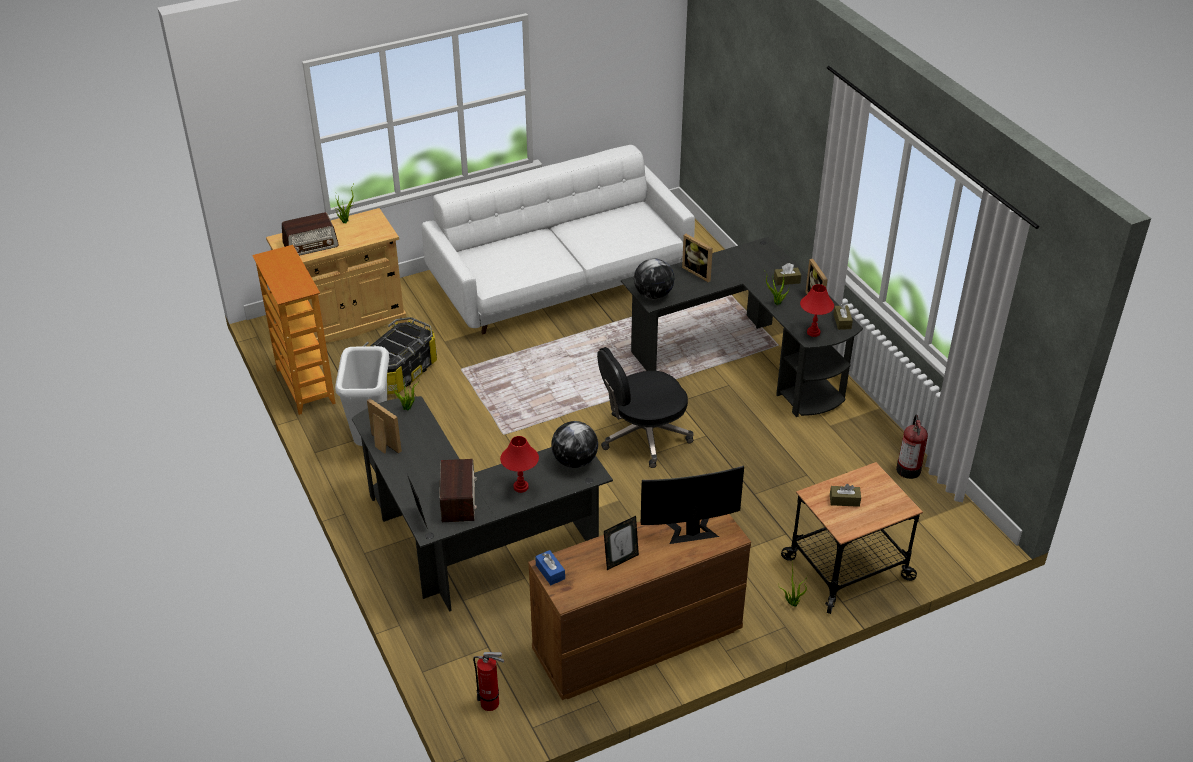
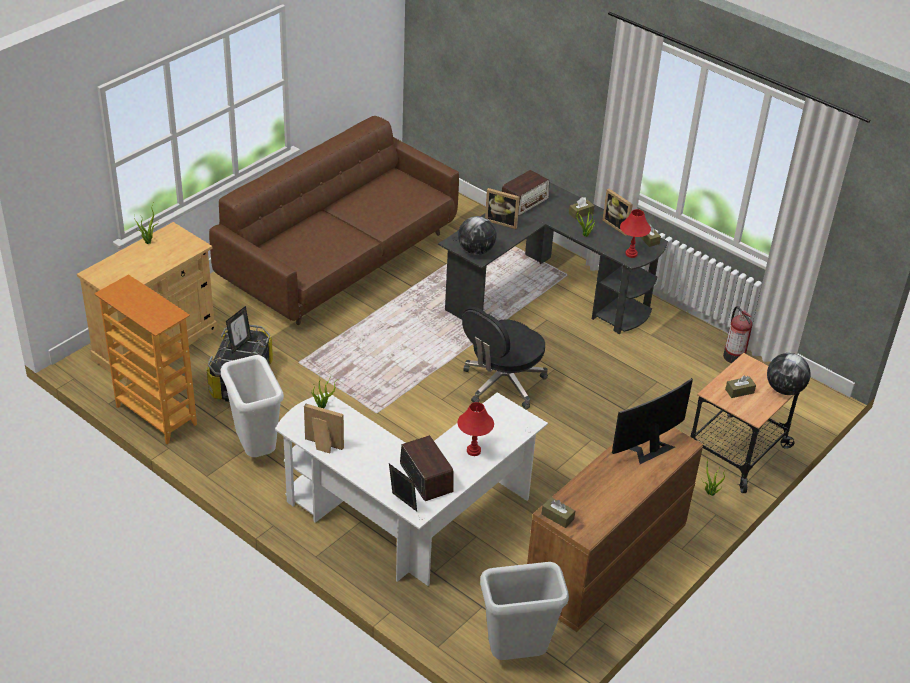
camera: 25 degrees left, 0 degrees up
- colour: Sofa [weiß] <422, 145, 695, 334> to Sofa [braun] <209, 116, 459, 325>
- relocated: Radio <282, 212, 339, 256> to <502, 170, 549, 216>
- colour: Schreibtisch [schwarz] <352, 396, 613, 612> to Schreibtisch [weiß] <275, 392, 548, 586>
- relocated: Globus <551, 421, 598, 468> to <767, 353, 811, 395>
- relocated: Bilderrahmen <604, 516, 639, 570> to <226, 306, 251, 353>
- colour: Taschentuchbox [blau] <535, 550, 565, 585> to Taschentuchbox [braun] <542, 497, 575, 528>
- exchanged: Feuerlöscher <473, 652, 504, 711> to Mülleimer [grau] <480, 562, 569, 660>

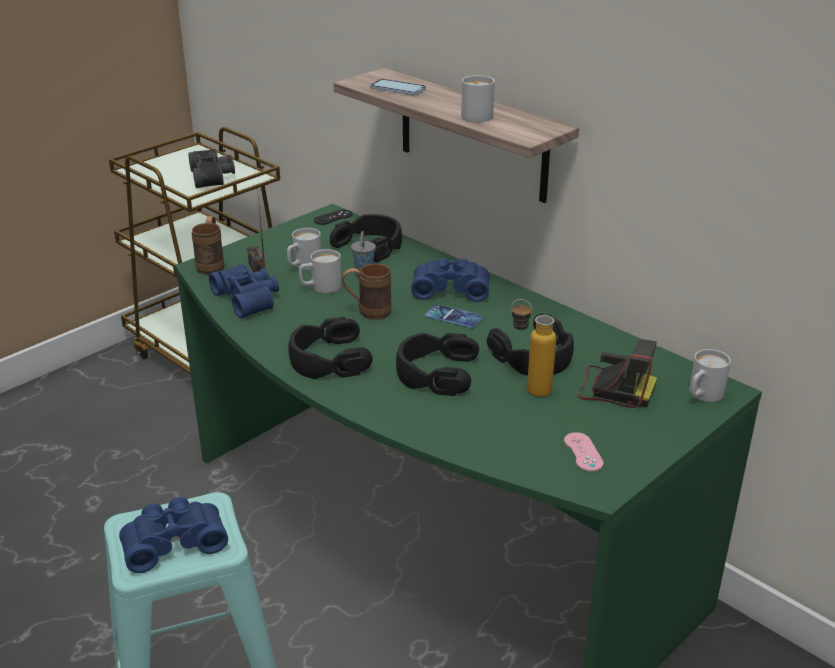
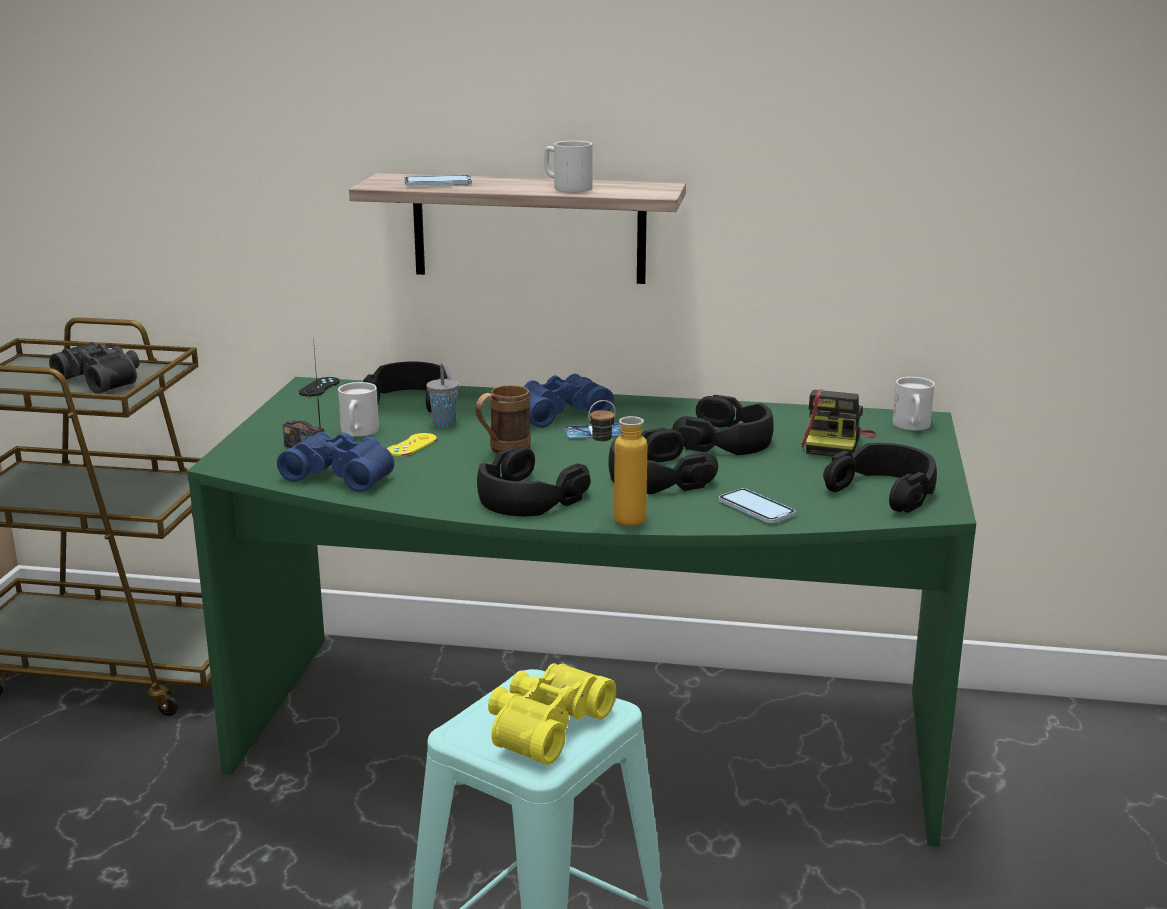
camera: 35 degrees left, 10 degrees down
- missing: Henkelbecher [braun] <192, 216, 224, 275>
- exchanged: Henkelbecher [weiß] <299, 249, 342, 293> to Gamepad [gelb] <387, 433, 437, 456>
- relocated: Flasche <511, 299, 556, 397> to <588, 400, 647, 526>
- spun: Kamera <577, 339, 657, 408> = <801, 389, 877, 456> 120 degrees clockwise
- exchanged: Gamepad [rosa] <564, 432, 604, 472> to Kopfhörer [schwarz] <823, 443, 937, 513>
- colour: Fernglas [blau] <119, 497, 228, 573> to Fernglas [gelb] <488, 663, 616, 765>
- appeared: Handy <719, 488, 796, 523>

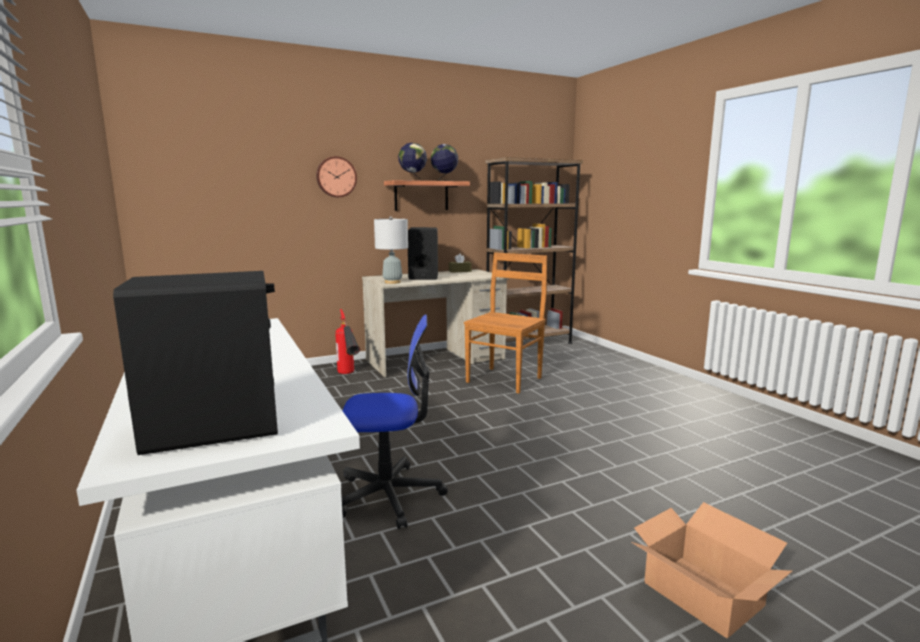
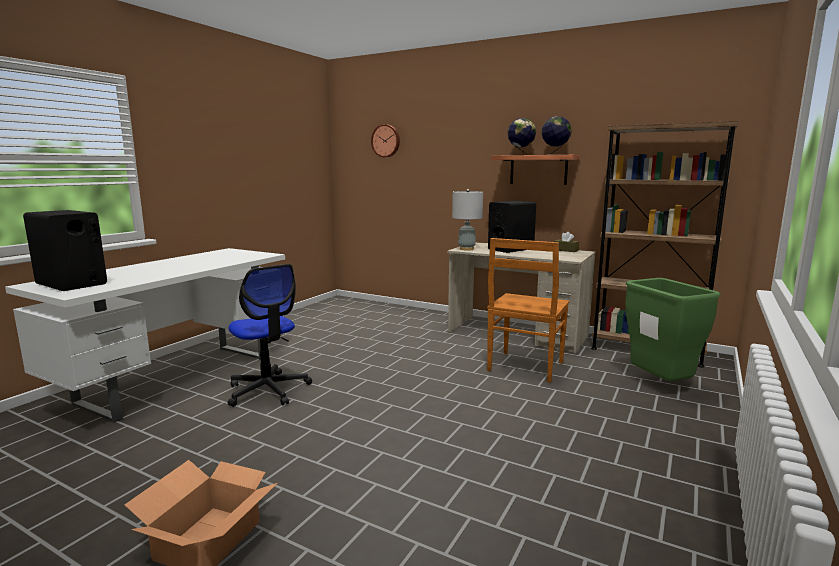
camera: 55 degrees right, 0 degrees up
- relocated: Wanduhr <316, 156, 357, 197> to <371, 124, 400, 157>
- spun: Stuhl [braun] <464, 252, 547, 393> = <487, 238, 569, 383> 120 degrees clockwise
- missing: Feuerlöscher <335, 309, 360, 374>
- appeared: Mülleimer [grün] <625, 278, 721, 381>

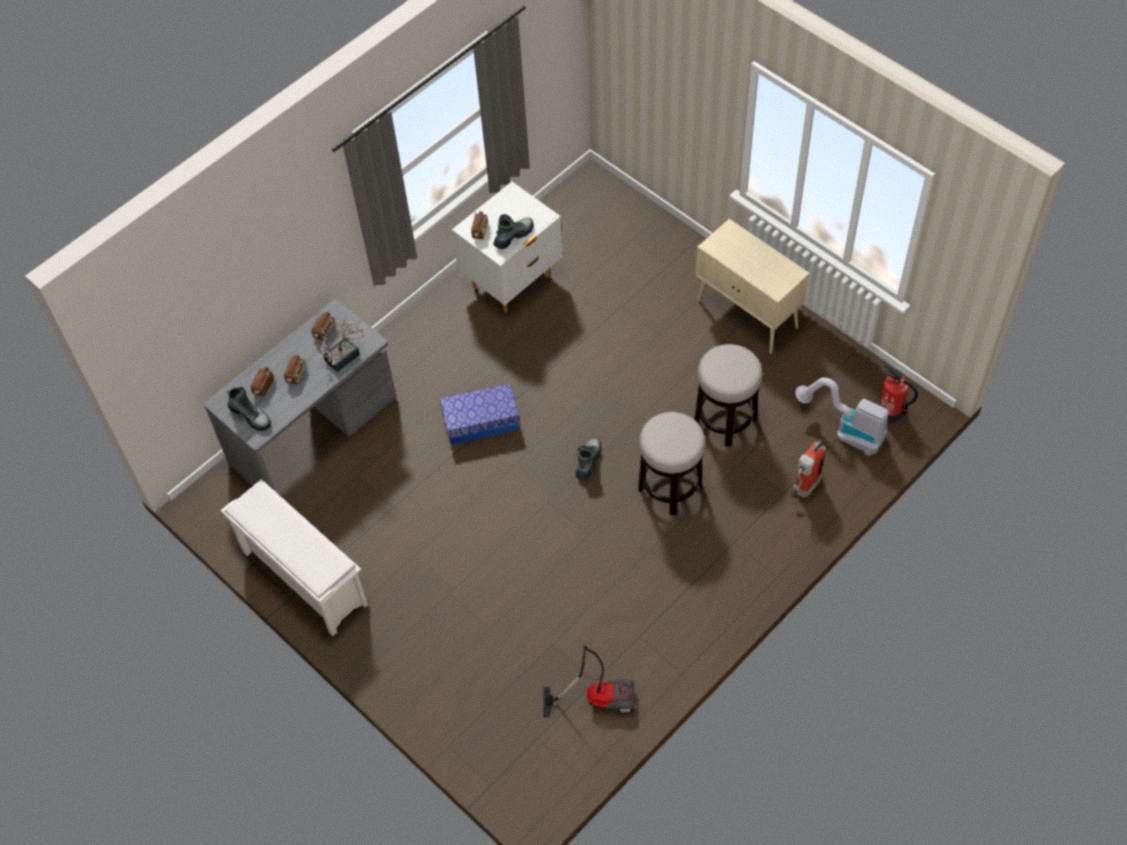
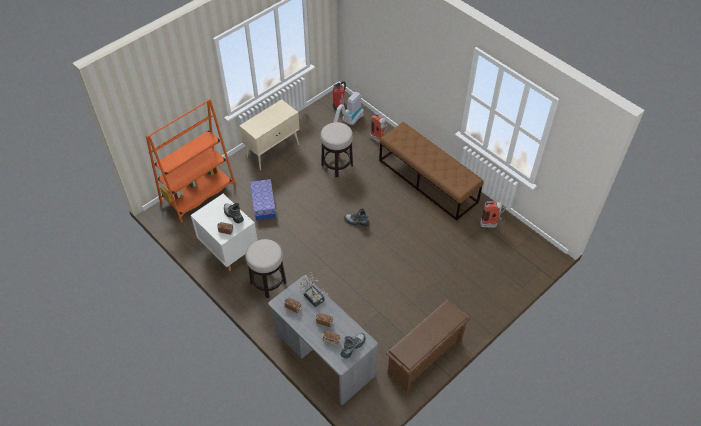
camera: 90 degrees left, 5 degrees down
- relocated: Aufbewahrungsbox <440, 384, 520, 445> to <250, 179, 276, 220>
- relocated: Hocker <638, 412, 705, 515> to <245, 239, 286, 298>
- colour: Schuhregal [weiß] <221, 479, 368, 636> to Schuhregal [braun] <386, 300, 470, 392>
- exchanged: Staubsauger <543, 645, 635, 717> to Feuerlöscher <480, 201, 506, 228>
- appeared: Bücherregal [orange] <146, 99, 236, 222>
- appeared: Bank [braun] <379, 122, 484, 221>

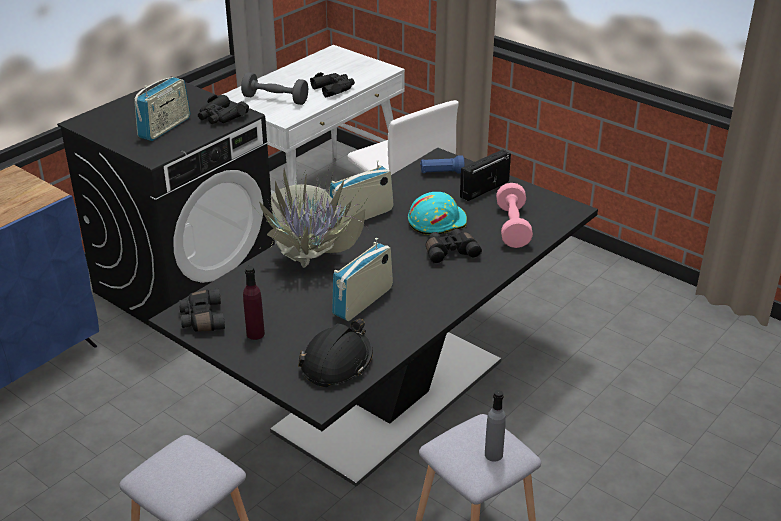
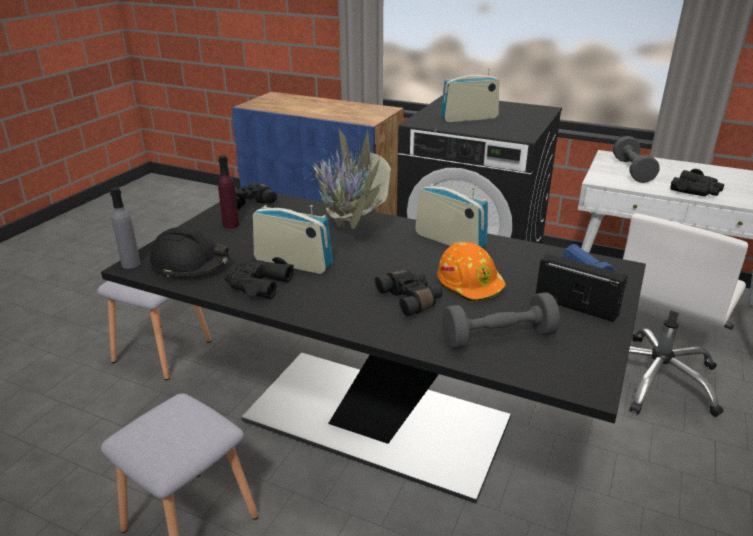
camera: 75 degrees right, 5 degrees down
- spun: Radio <134, 77, 190, 141> = <440, 68, 499, 122> 150 degrees clockwise
- relocated: Fernglas [schwarz] <197, 94, 249, 124> to <225, 257, 294, 299>
- colour: Hantel [rosa] <496, 183, 533, 248> to Hantel [grau] <442, 292, 560, 349>
- colour: Schutzhelm [türkis] <408, 192, 467, 235> to Schutzhelm [orange] <437, 242, 506, 303>
- relocated: Flasche [grau] <485, 390, 506, 462> to <110, 187, 140, 269>

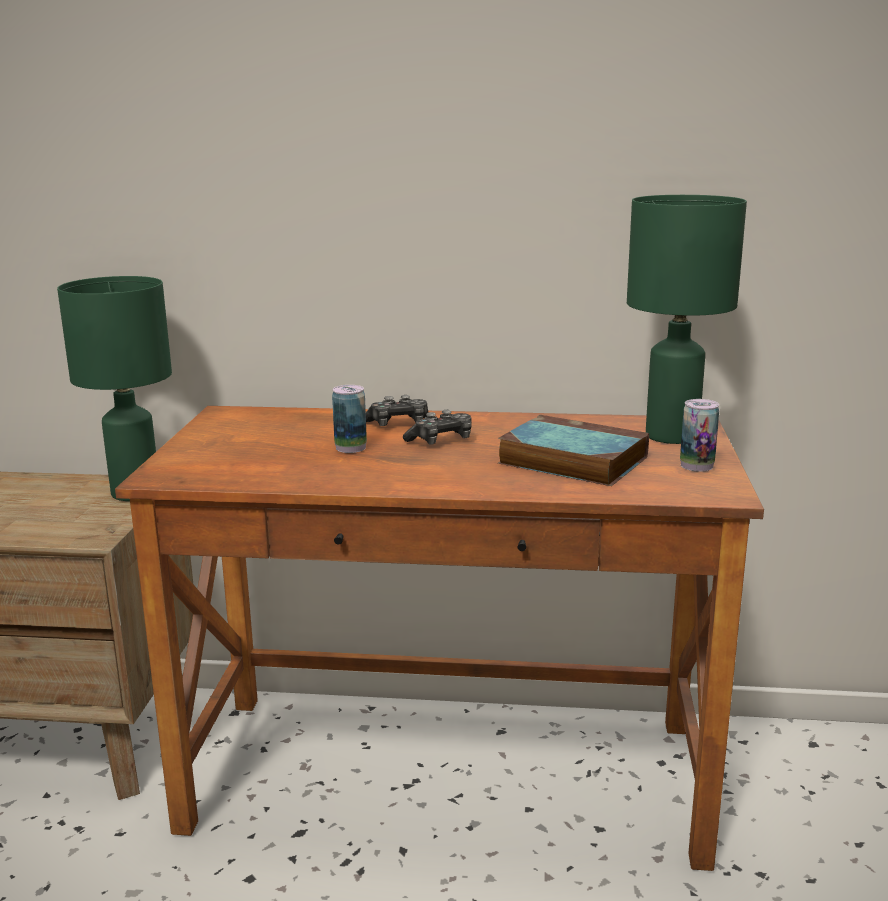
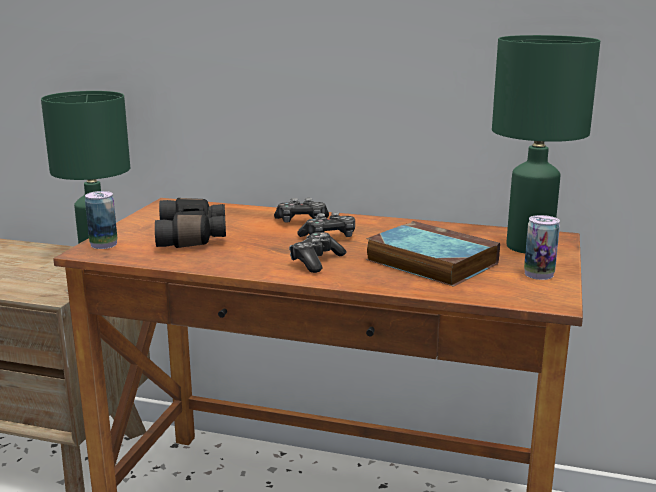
camera: 10 degrees right, 0 degrees up
- relocated: Dose <332, 385, 367, 453> to <85, 191, 117, 249>
- appeared: Fernglas [schwarz] <155, 198, 226, 248>
- appeared: Gamepad <289, 232, 346, 273>

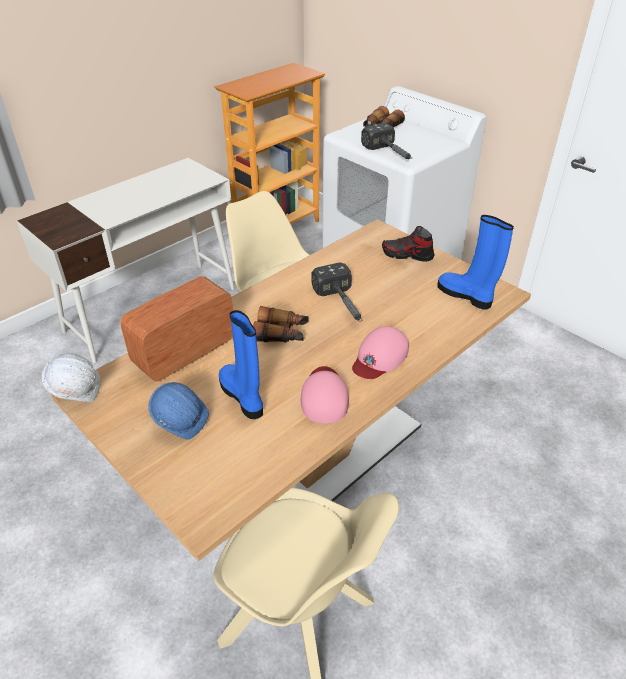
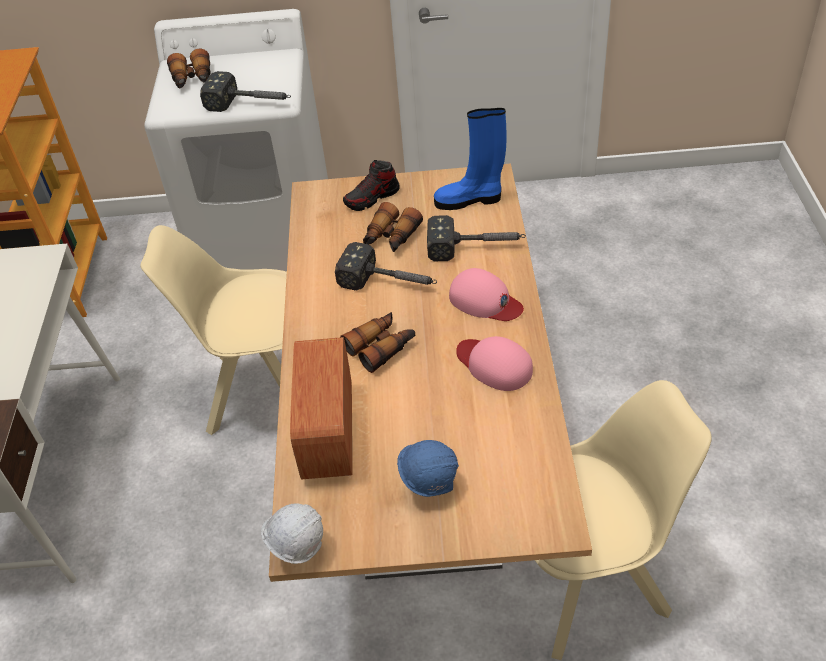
camera: 45 degrees left, 5 degrees up
- missing: Stiefel [blau] <219, 310, 263, 419>
- spun: Kappe [rosa] <352, 326, 409, 379> = <449, 268, 524, 321> 45 degrees counterclockwise
- appeared: Fernglas <363, 202, 423, 252>
- appeared: Hammer <427, 215, 526, 261>

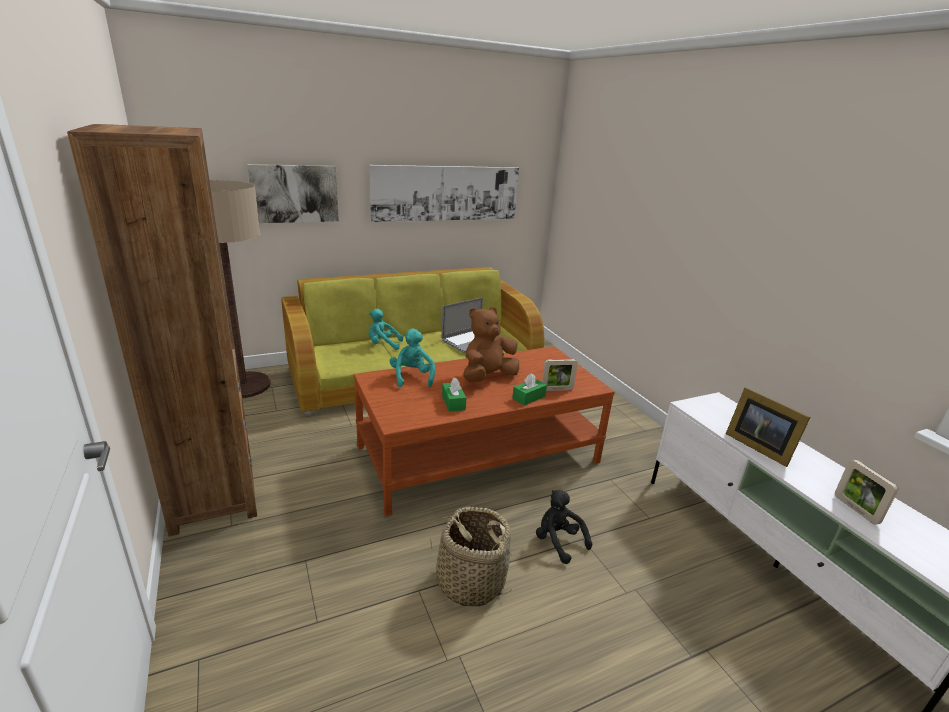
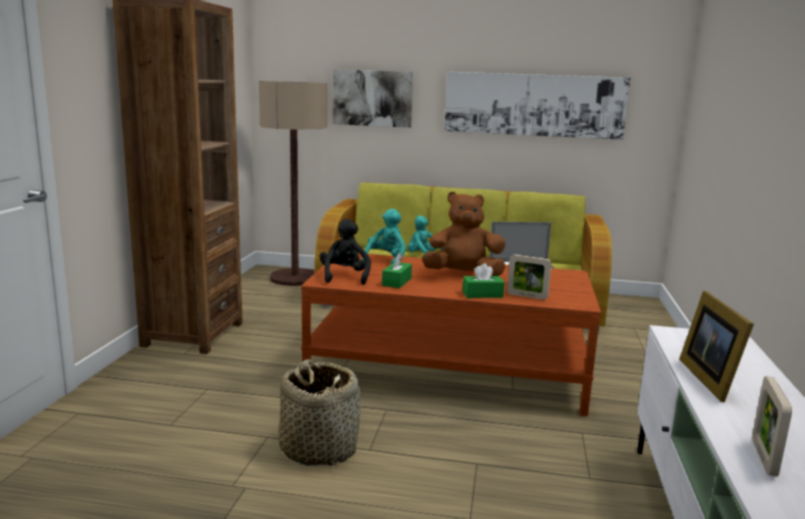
camera: 35 degrees right, 10 degrees down
- relocated: Plüschtier [schwarz] <536, 490, 592, 564> to <320, 219, 371, 285>

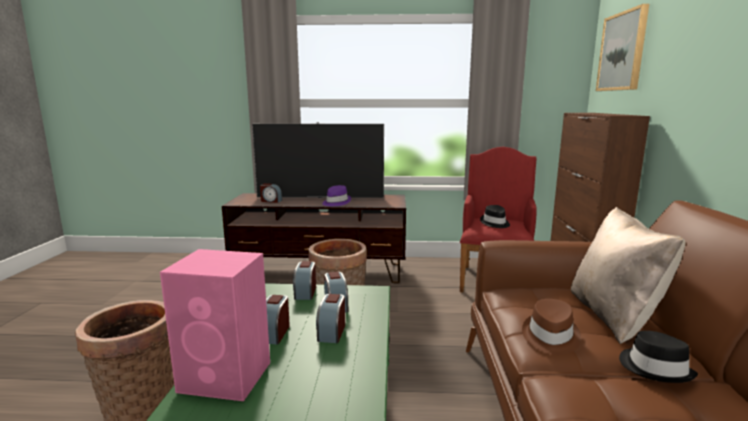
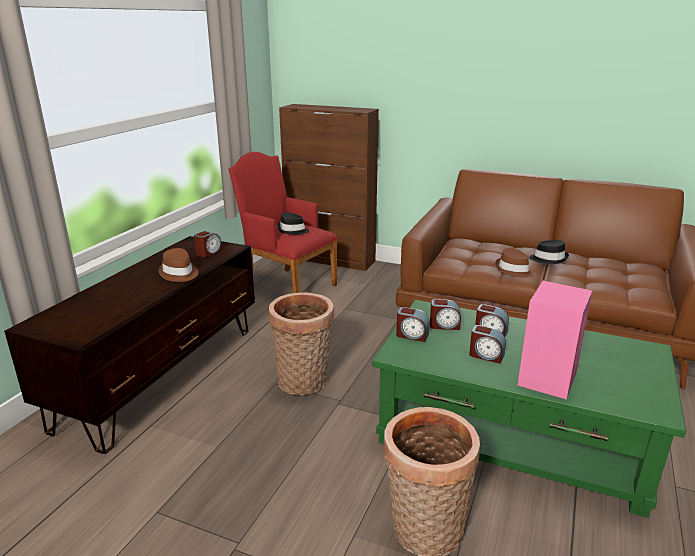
camera: 70 degrees left, 10 degrees up
- missing: Bild <596, 4, 649, 91>
- missing: Fernseher <252, 122, 384, 198>
- relocated: Wecker <260, 183, 282, 203> to <194, 231, 222, 257>
- colour: Hut [lila] <322, 185, 351, 206> to Hut [braun] <158, 248, 198, 282>
- missing: Kissen [beige] <571, 207, 686, 344>

